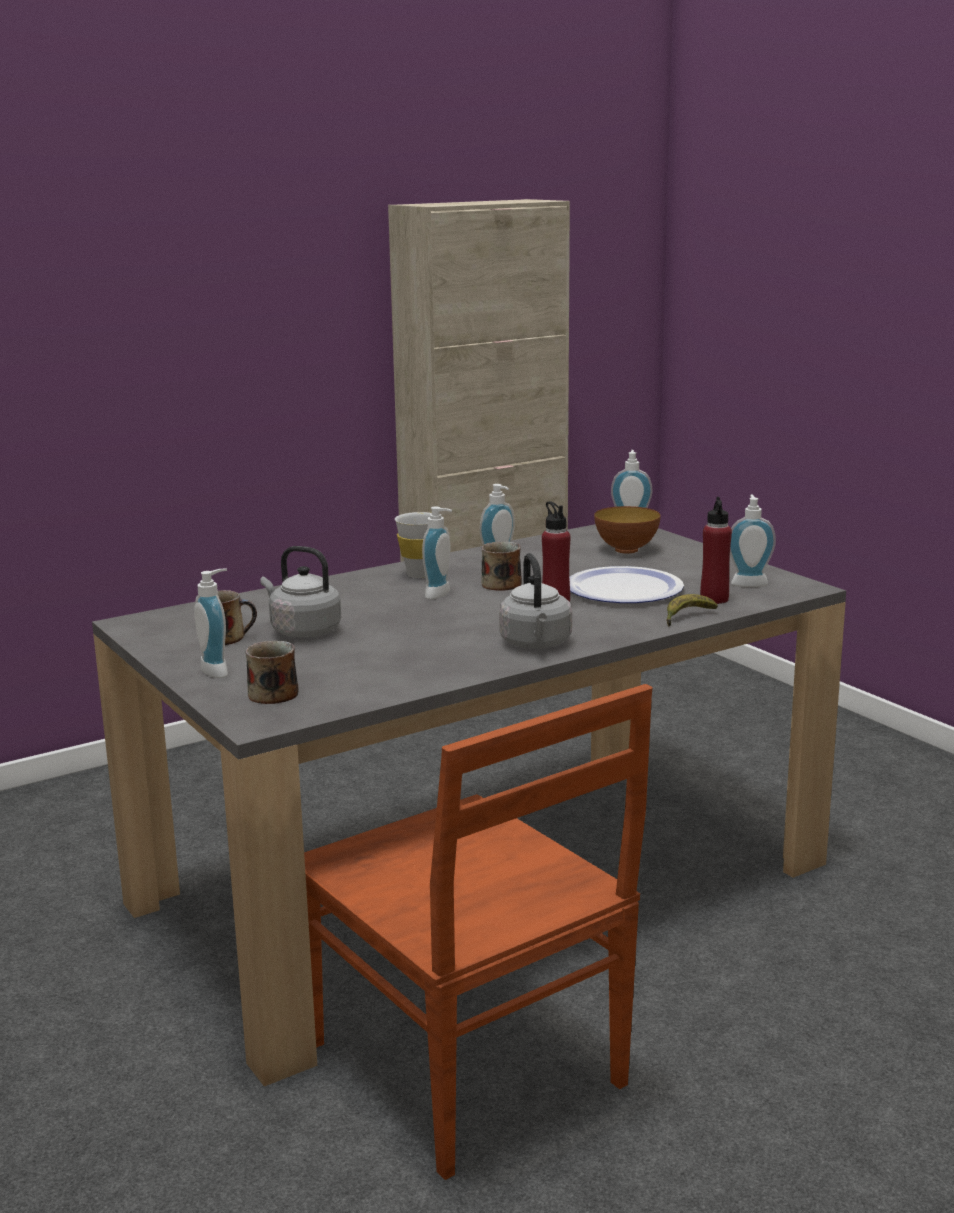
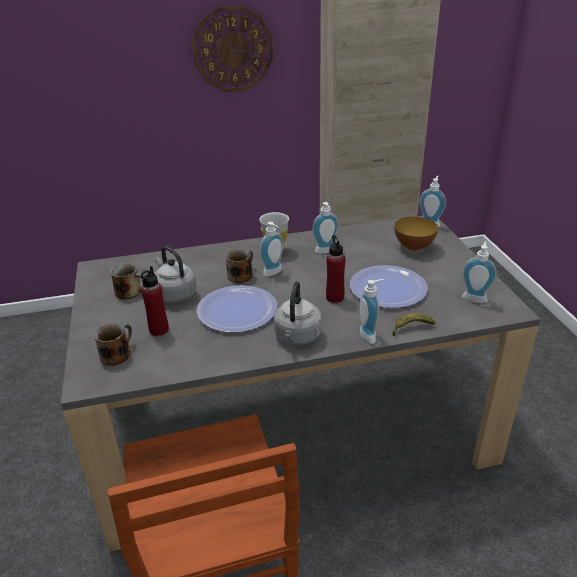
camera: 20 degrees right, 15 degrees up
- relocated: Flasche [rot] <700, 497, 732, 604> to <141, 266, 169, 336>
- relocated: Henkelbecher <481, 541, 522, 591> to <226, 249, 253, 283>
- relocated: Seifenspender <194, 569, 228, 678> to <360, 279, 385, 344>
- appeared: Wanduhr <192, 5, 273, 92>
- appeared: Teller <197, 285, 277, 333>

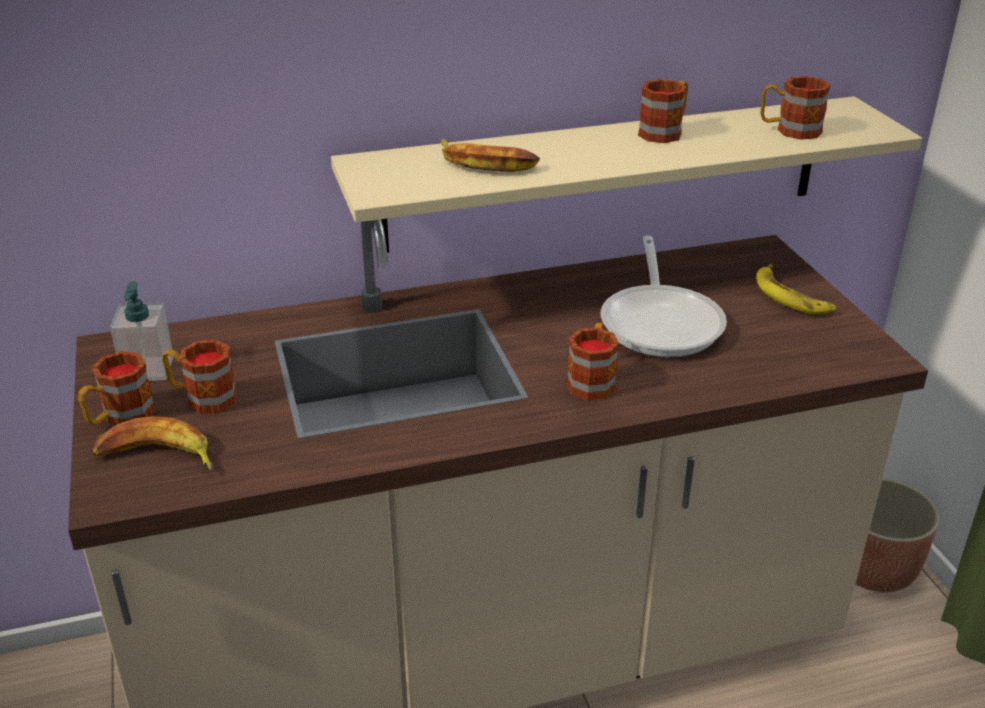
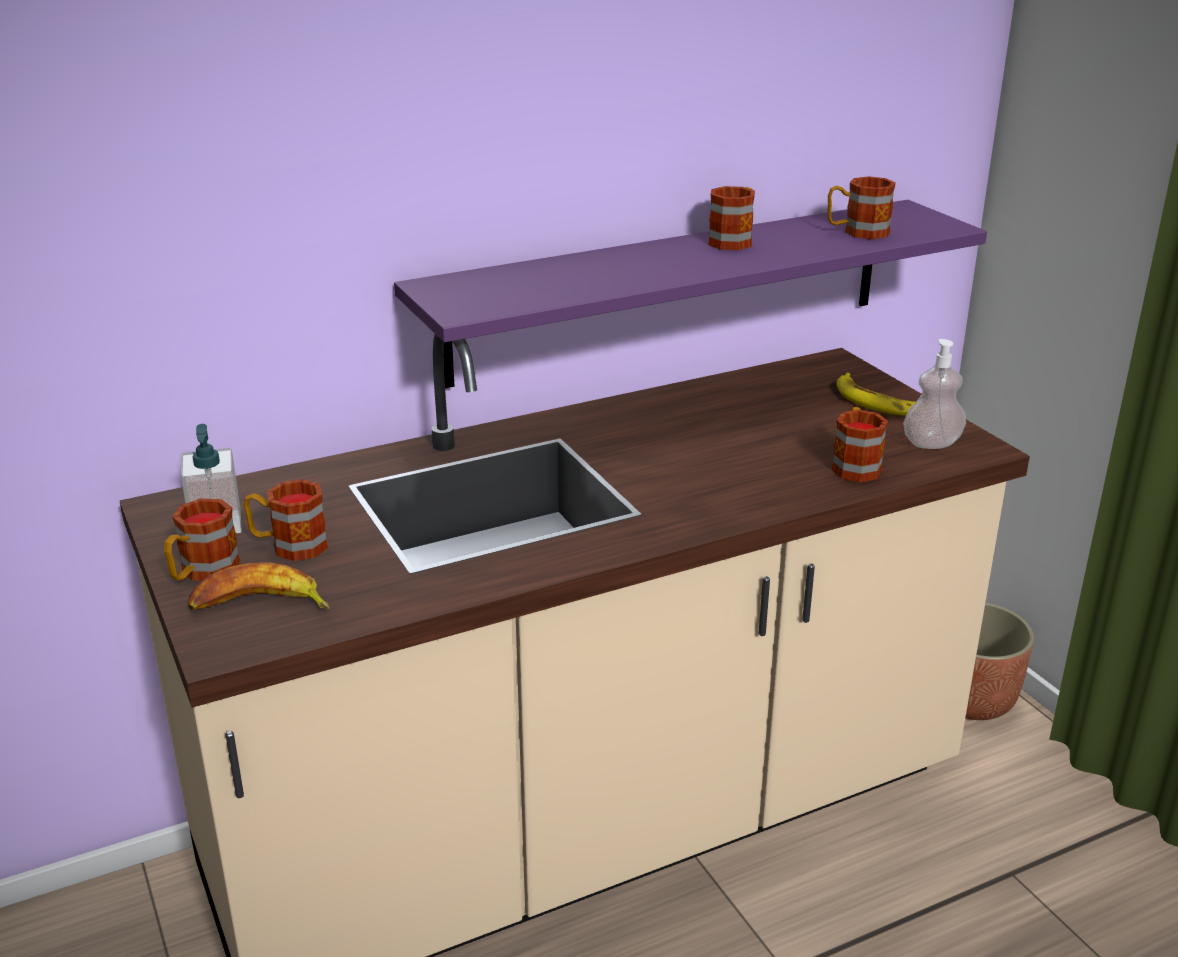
camera: 10 degrees left, 5 degrees down
- colour: Wandregal [beige] <331, 96, 922, 253> to Wandregal [lila] <394, 200, 987, 388>
- missing: Banane <441, 139, 540, 172>
- missing: Pfanne <601, 236, 727, 357>
- relocated: Henkelbecher <567, 323, 619, 401> to <832, 407, 888, 482>
- appeared: Seifenspender <903, 339, 966, 449>

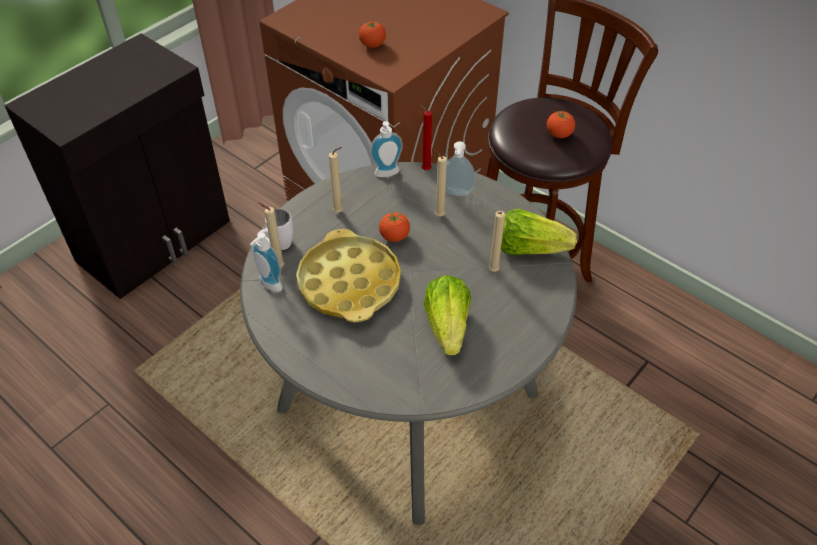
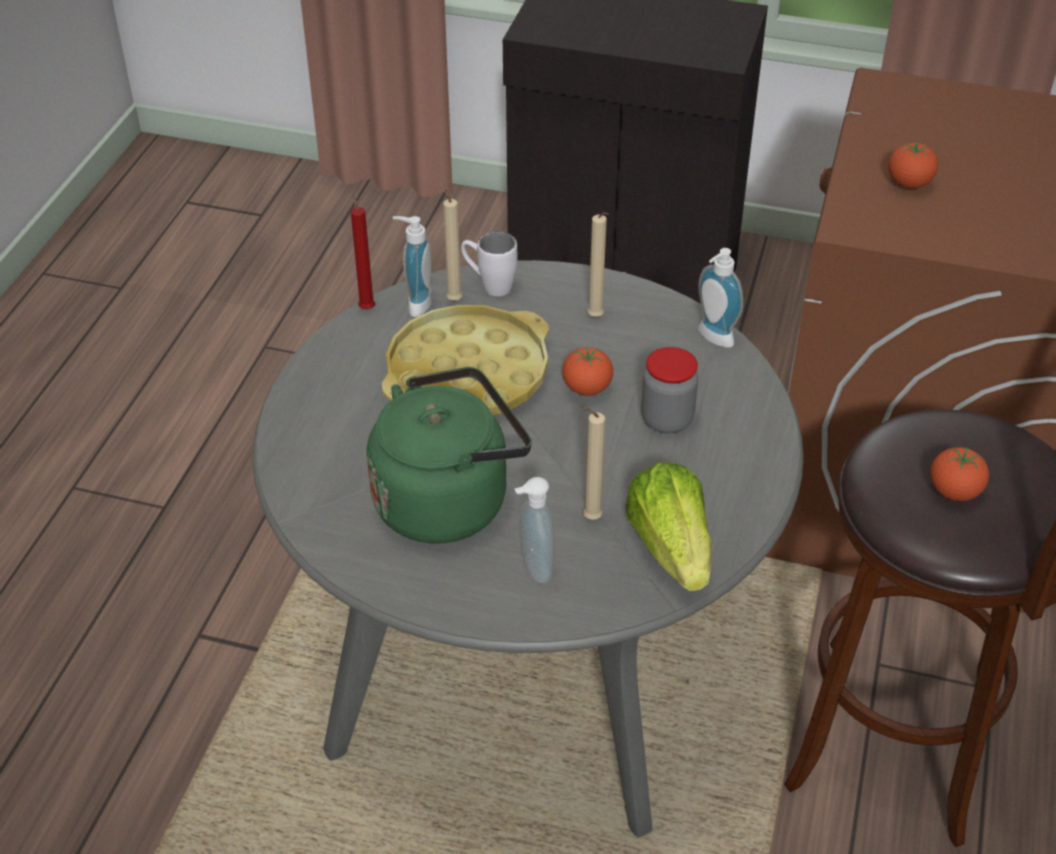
camera: 65 degrees right, 5 degrees down
- relocated: Kerze [rot] <419, 104, 432, 170> to <351, 191, 375, 310>
- relocated: Seifenspender <445, 141, 475, 196> to <515, 477, 555, 584>
- exchanged: Kerze [beige] <434, 149, 447, 216> to Vorratsglas <641, 347, 698, 434>
- exchanged: Salatkopf <424, 275, 471, 355> to Wasserkessel [grün] <367, 367, 532, 544>

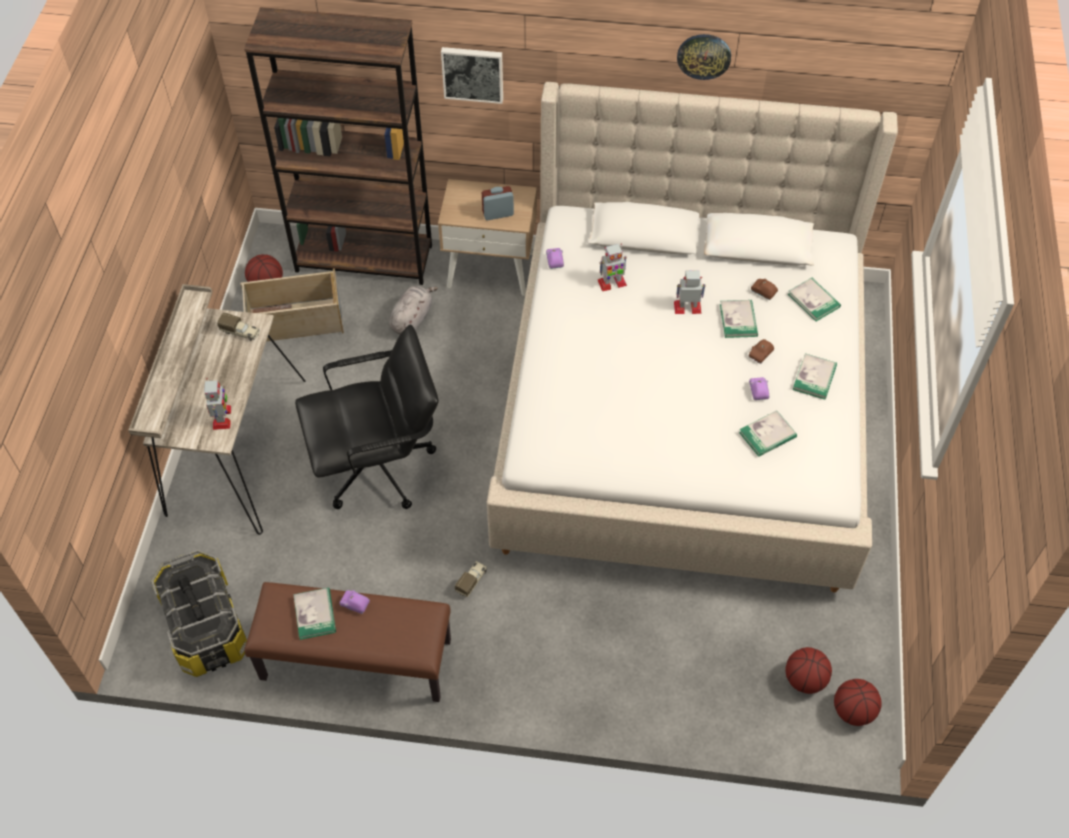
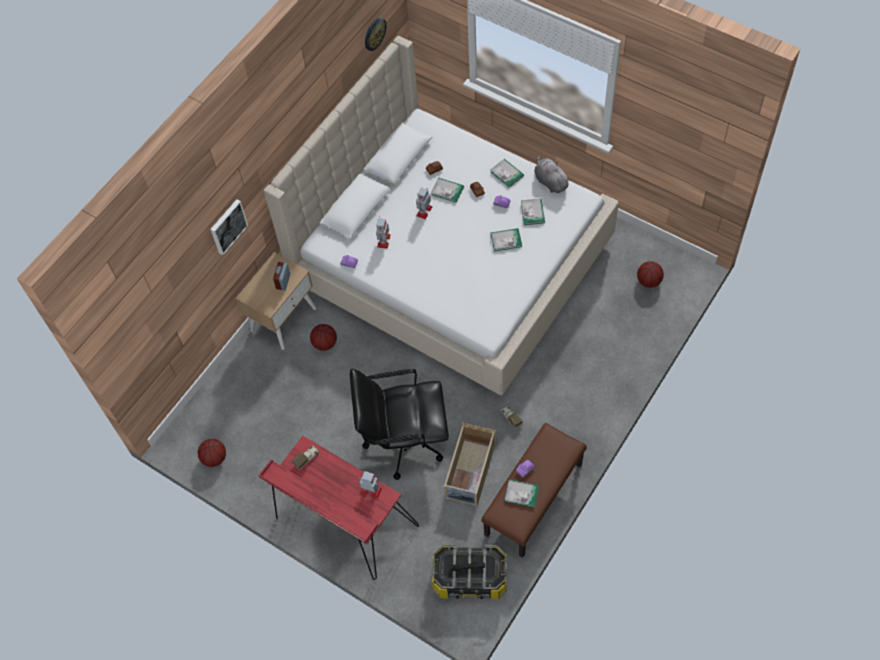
camera: 60 degrees left, 5 degrees up
- missing: Bücherregal [braun] <244, 7, 432, 285>
- relocated: Wanduhr <677, 34, 731, 80> to <365, 17, 387, 51>
- relocated: Aufbewahrungsbox [beige] <240, 268, 344, 342> to <444, 423, 496, 507>
- relocated: Buch <788, 278, 841, 321> to <491, 228, 522, 252>
- colour: Schreibtisch [beige] <128, 284, 306, 535> to Schreibtisch [rot] <259, 436, 419, 580>
- relocated: Plüschtier [grau] <389, 286, 438, 334> to <534, 155, 571, 193>
- spun: Bürostuhl [schwarz] <295, 325, 439, 509> = <350, 368, 449, 480> 105 degrees counterclockwise
- relocated: Basketball <834, 679, 882, 726> to <310, 324, 337, 351>

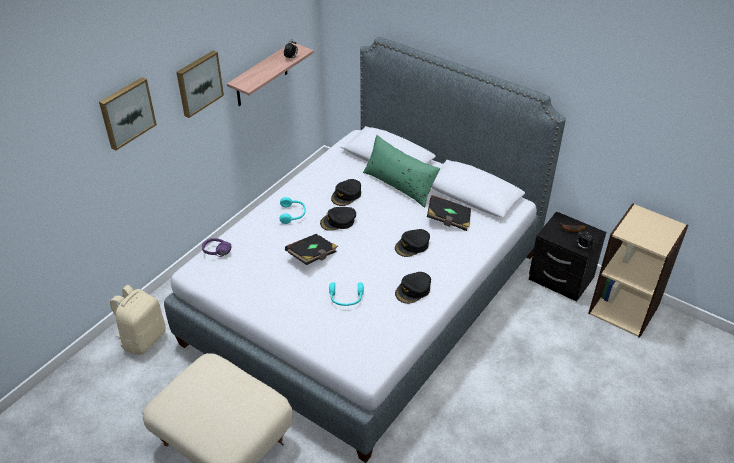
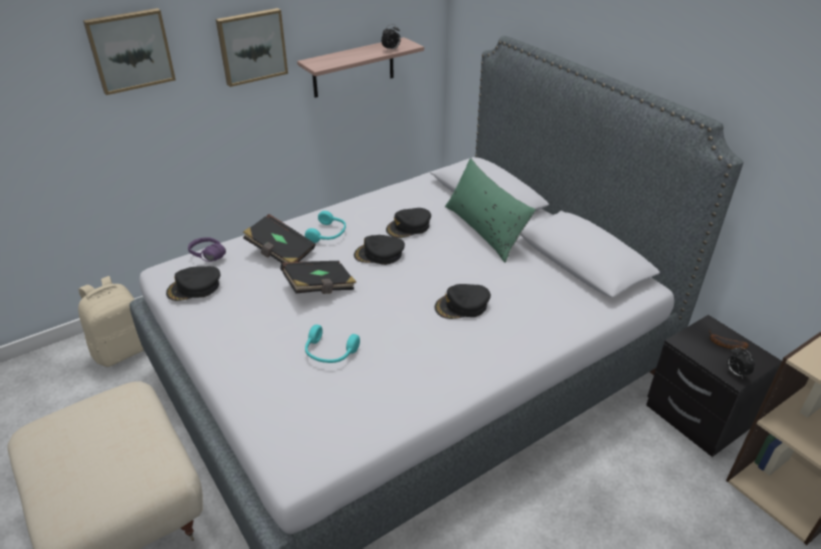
camera: 20 degrees right, 5 degrees down
- relocated: Buch [schwarz] <427, 195, 471, 231> to <243, 214, 316, 263>
- relocated: Kappe [schwarz] <395, 272, 431, 304> to <166, 266, 220, 301>

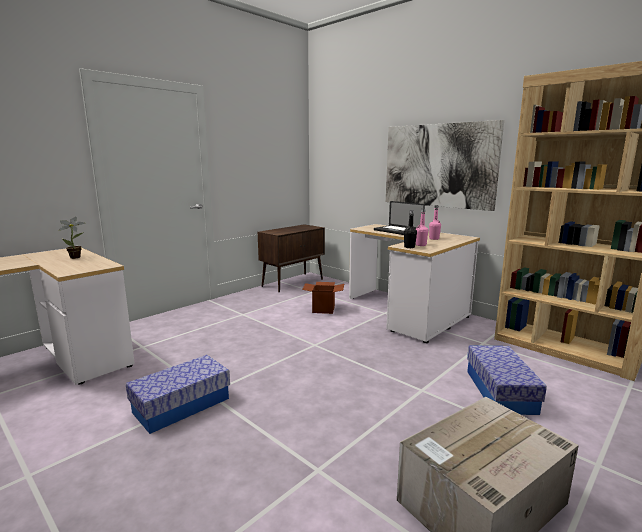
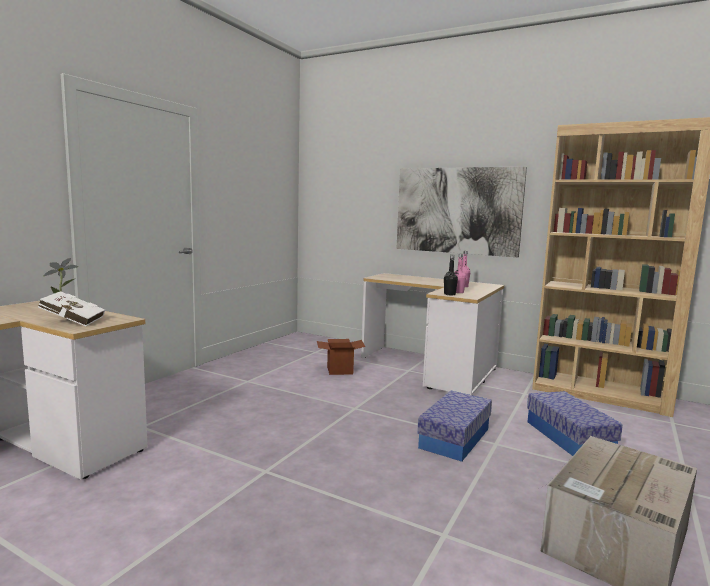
camera: 15 degrees left, 5 degrees down
- missing: Laptop <374, 201, 425, 235>
- missing: Schrank [braun] <258, 224, 325, 293>
- relocated: Aufbewahrungsbox <126, 355, 230, 434> to <417, 391, 492, 462>
- appeared: Buch [weiß] <38, 291, 105, 326>

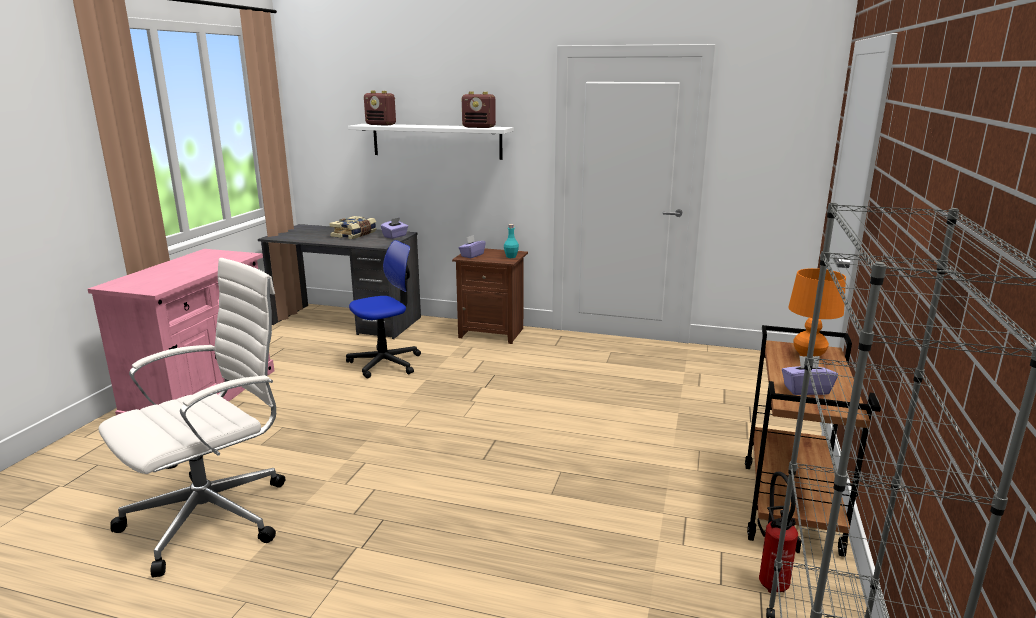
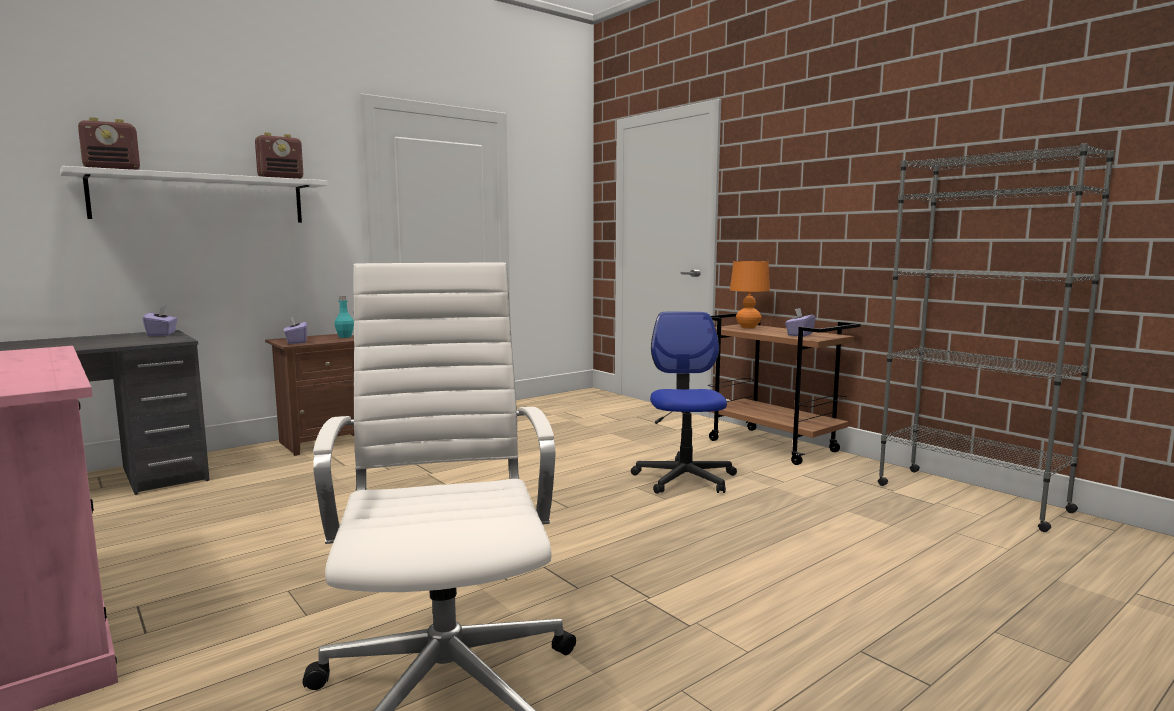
camera: 55 degrees left, 10 degrees down
- missing: Buch <329, 216, 377, 239>
- relocated: Bürostuhl <346, 240, 421, 378> to <631, 312, 737, 494>
- missing: Feuerlöscher <758, 471, 802, 593>

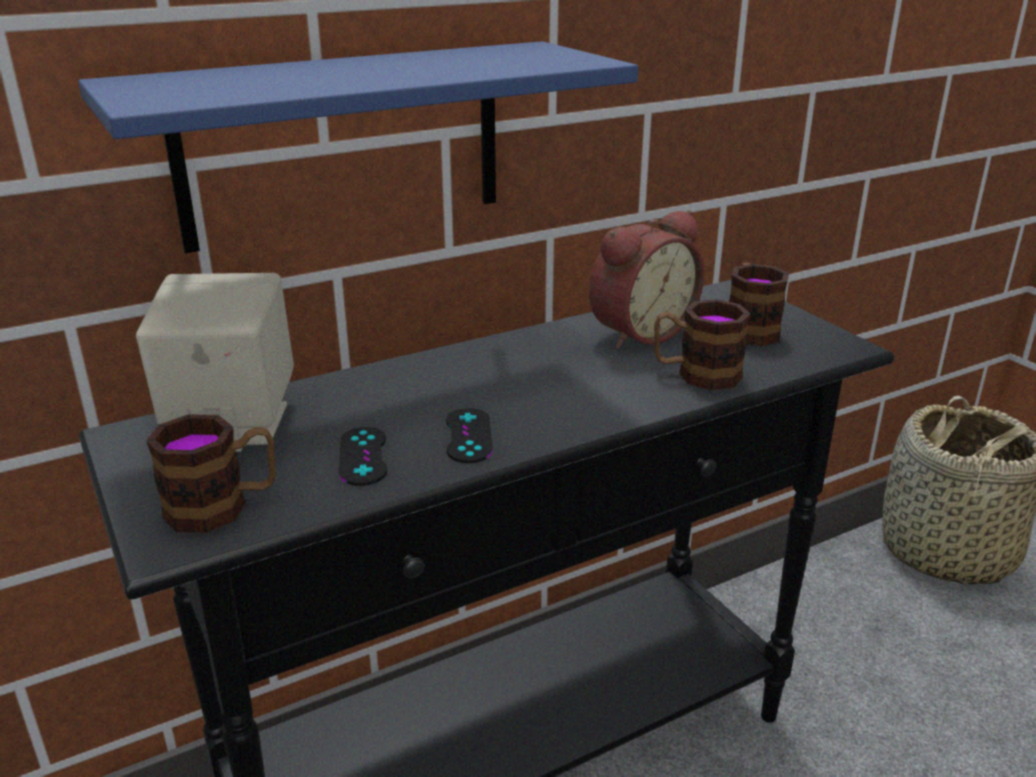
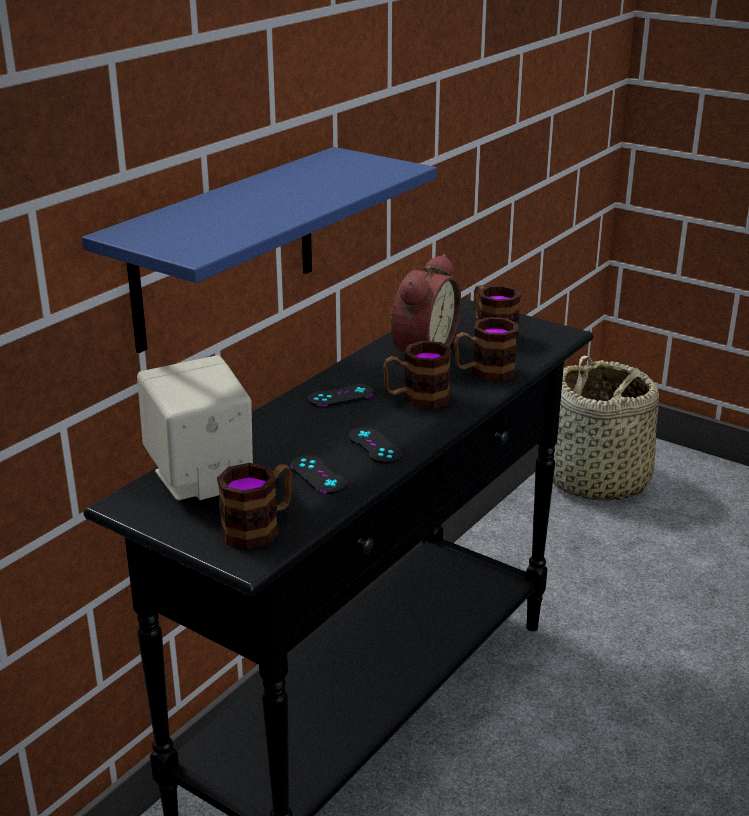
camera: 25 degrees left, 0 degrees up
- appeared: Henkelbecher <383, 341, 452, 409>
- appeared: Gamepad [schwarz] <308, 384, 374, 407>

